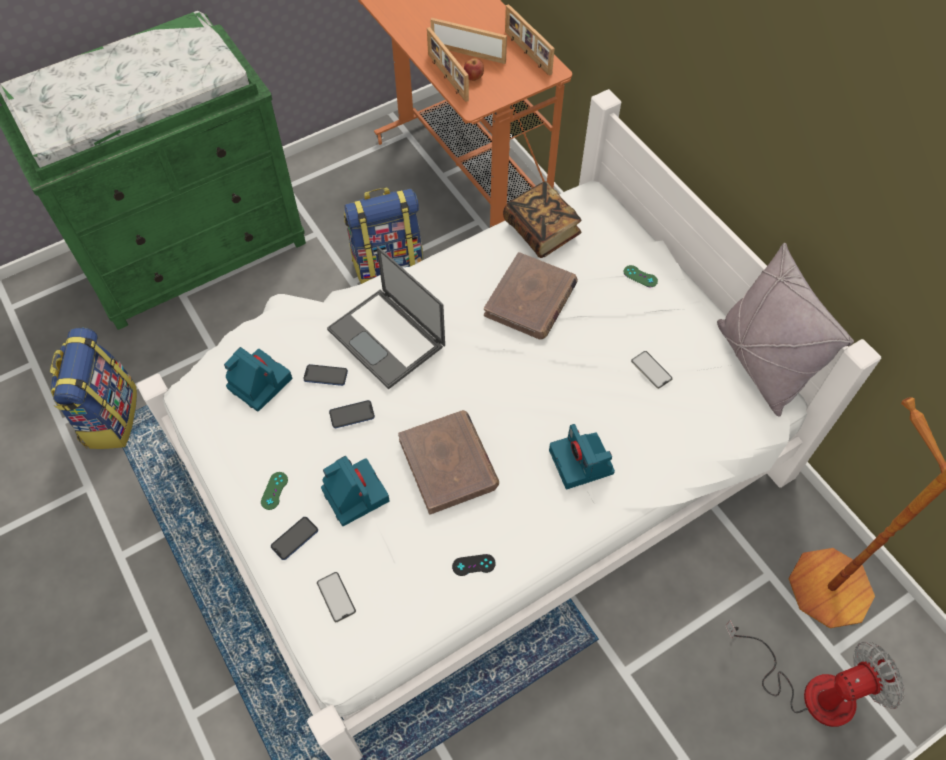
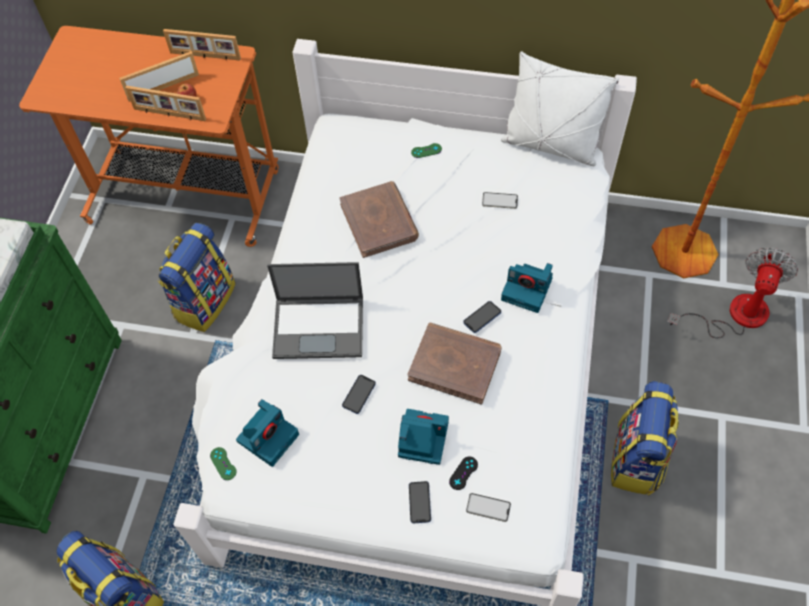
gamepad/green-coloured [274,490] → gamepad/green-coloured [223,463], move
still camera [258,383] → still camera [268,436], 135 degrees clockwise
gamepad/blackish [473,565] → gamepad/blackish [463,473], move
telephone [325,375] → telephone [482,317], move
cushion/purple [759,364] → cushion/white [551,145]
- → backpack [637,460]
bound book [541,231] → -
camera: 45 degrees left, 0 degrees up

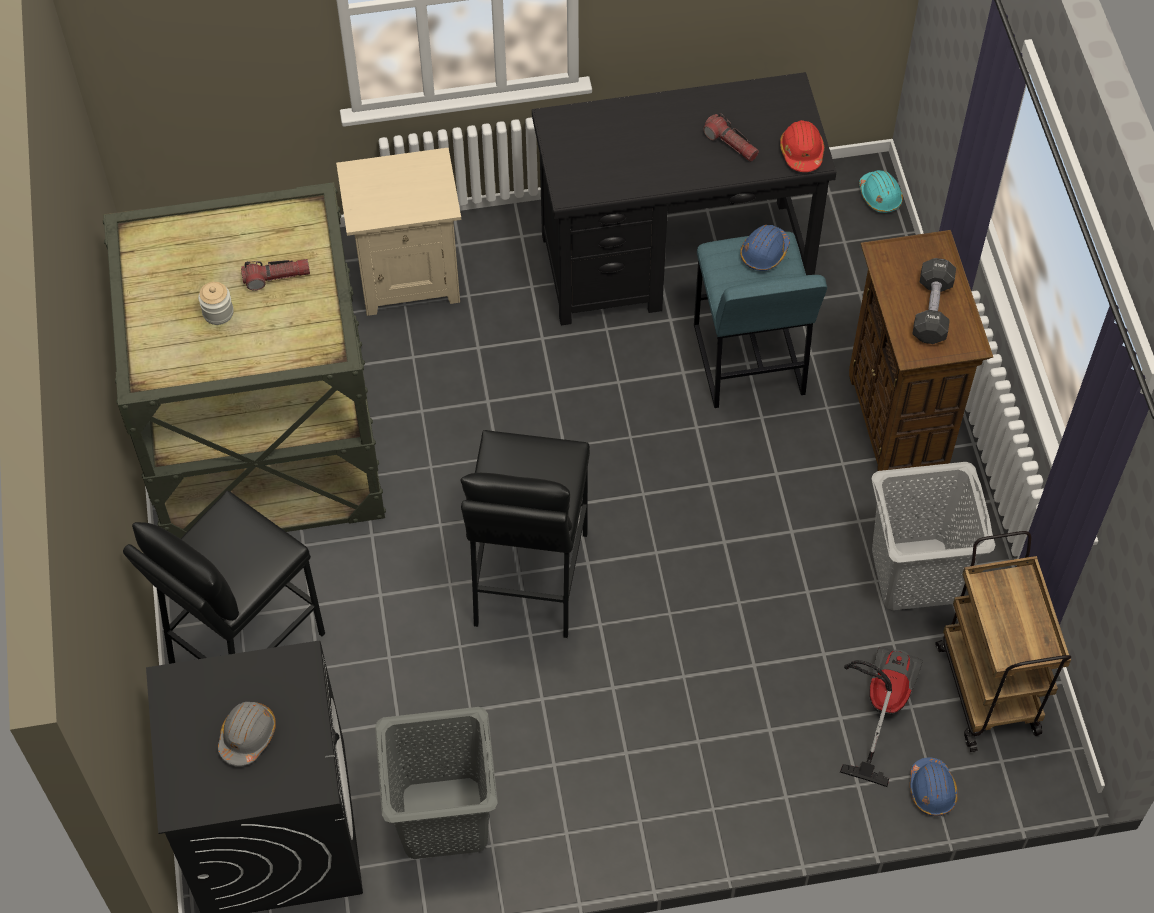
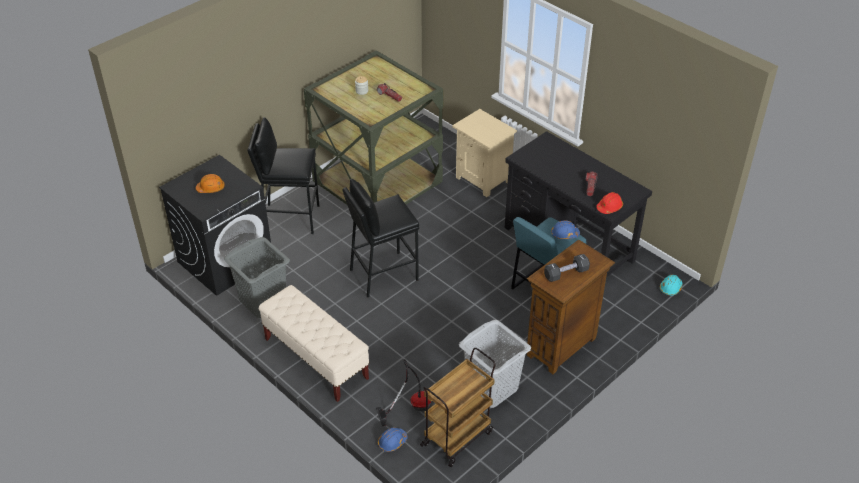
safety helmet/greyish [247,736] → safety helmet/orange-coloured [211,188]
- → long seat/sand-coloured [316,359]
camera: 55 degrees right, 15 degrees down

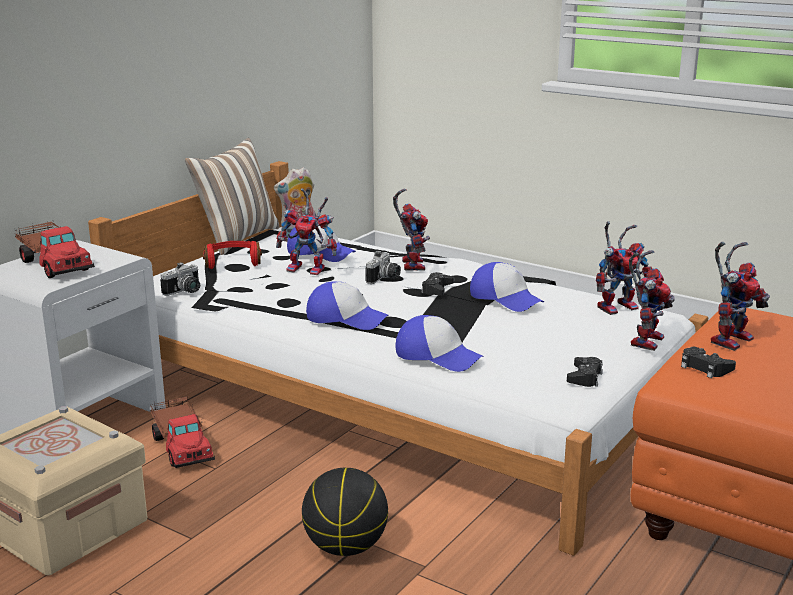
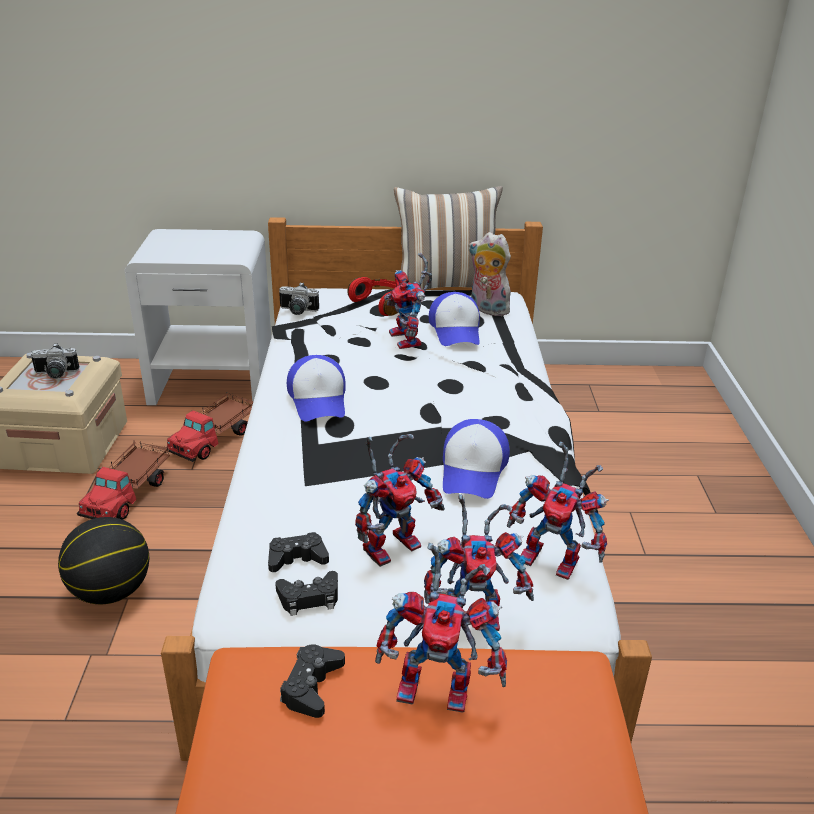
still camera [385,278] → still camera [55,374], move
toy lorry [55,264] → toy lorry [129,494], move
gamepad/blackish [437,289] → gamepad/blackish [297,558], move
model robot [410,264] → model robot [393,543], move
peaked cap [437,356] → -
camera: 55 degrees right, 10 degrees up

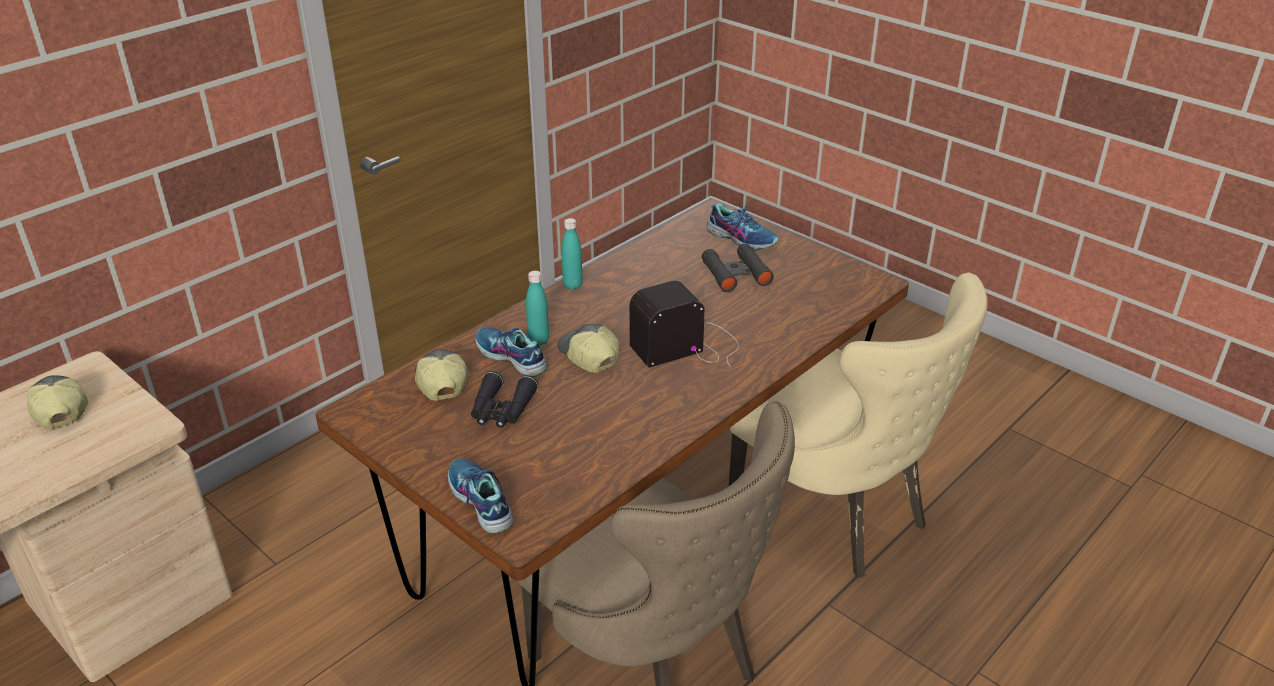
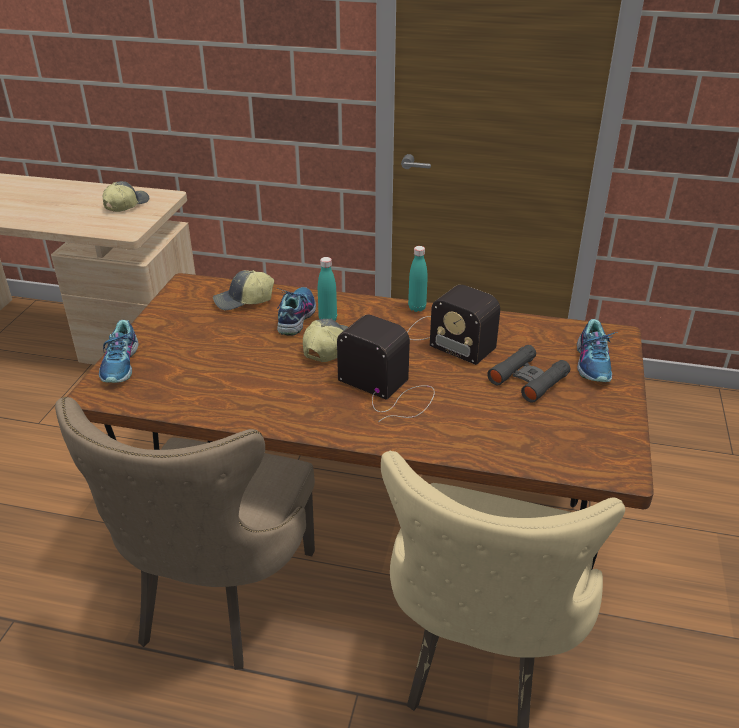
item of footwear [479,502] → item of footwear [121,364], 150 degrees clockwise
peaked cap [440,382] → peaked cap [244,301], 150 degrees counterclockwise
- → radio [447,338]
field glasses/blackish [501,410] → -
camera: 60 degrees right, 0 degrees up

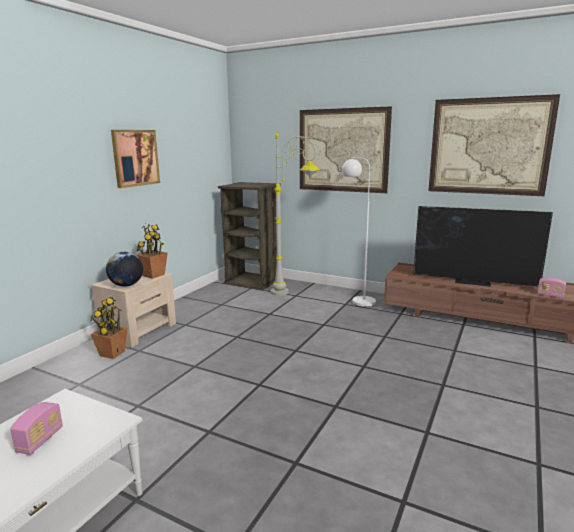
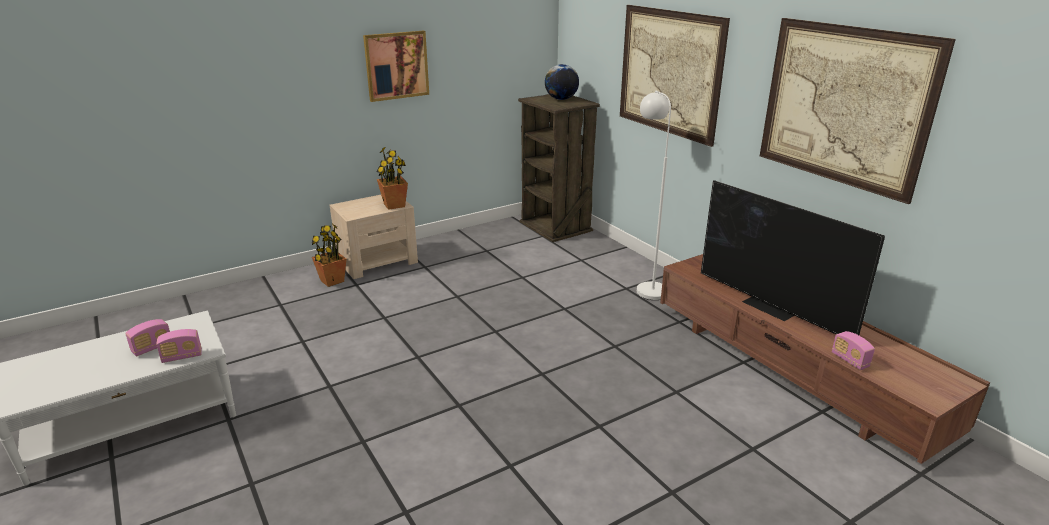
- → radio [182,357]
world globe [126,285] → world globe [561,99], move
floor lamp/greyish [294,293] → -
camera: 30 degrees right, 10 degrees up

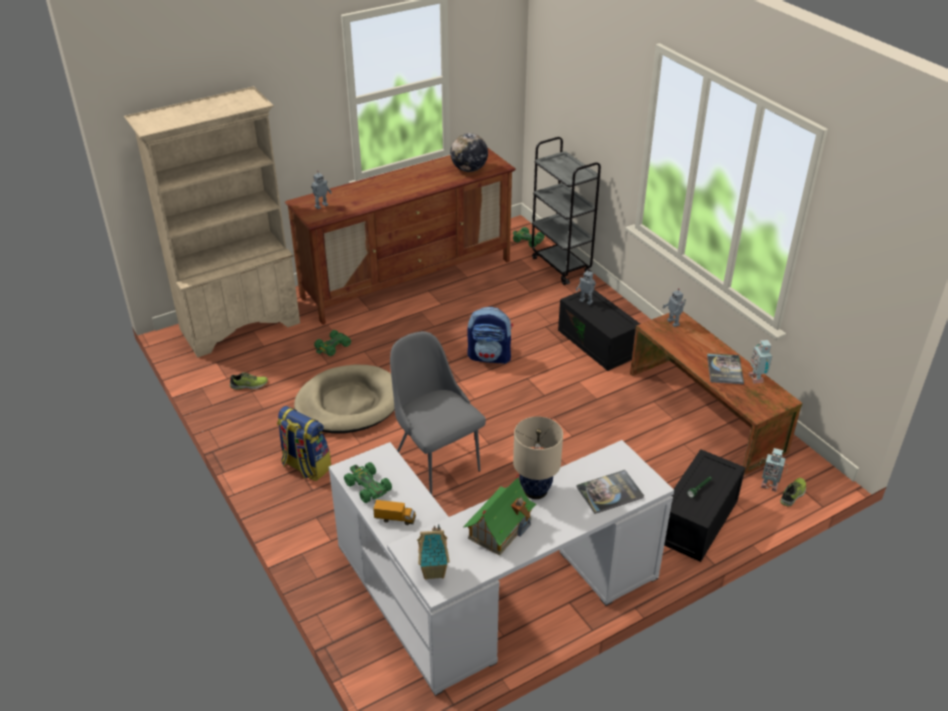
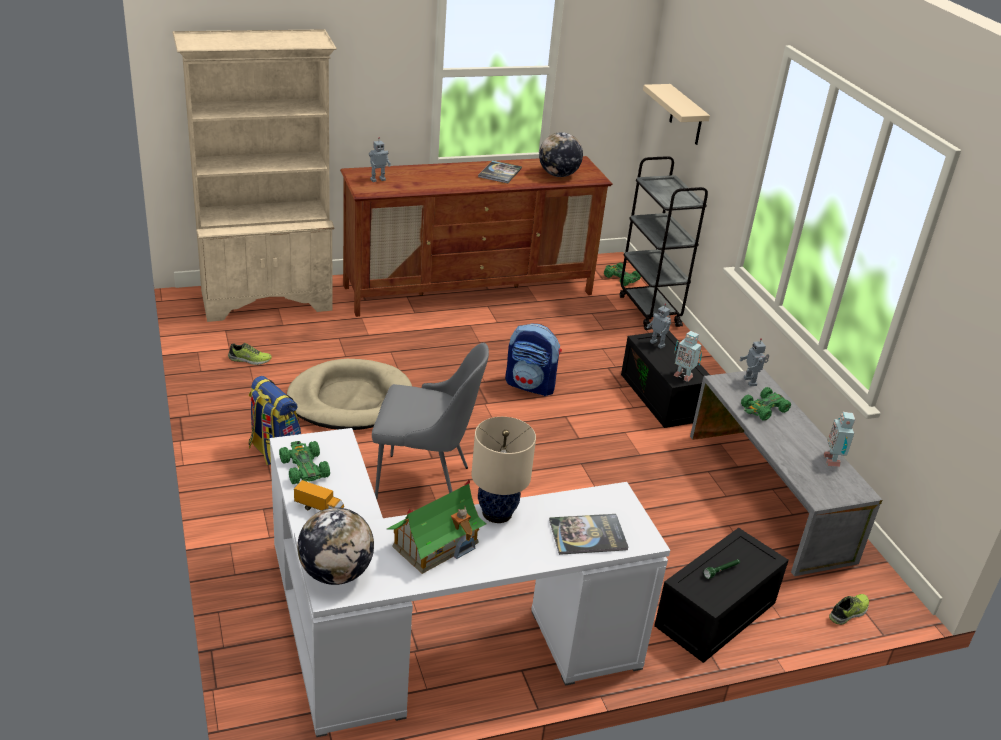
model house [434,571] → world globe [336,573]
plain chair/greyish [436,463] → plain chair/greyish [423,482], 120 degrees clockwise
bound book [724,369] → bound book [500,173], move
- → bracket shelf/sand-coloured [686,116]
model robot [768,485] → model robot [683,375], move
long seat/brownish [707,411] → long seat/greyish [771,496]
model car/green-coloured [332,347] → model car/green-coloured [764,409], move
camera: 10 degrees right, 5 degrees down

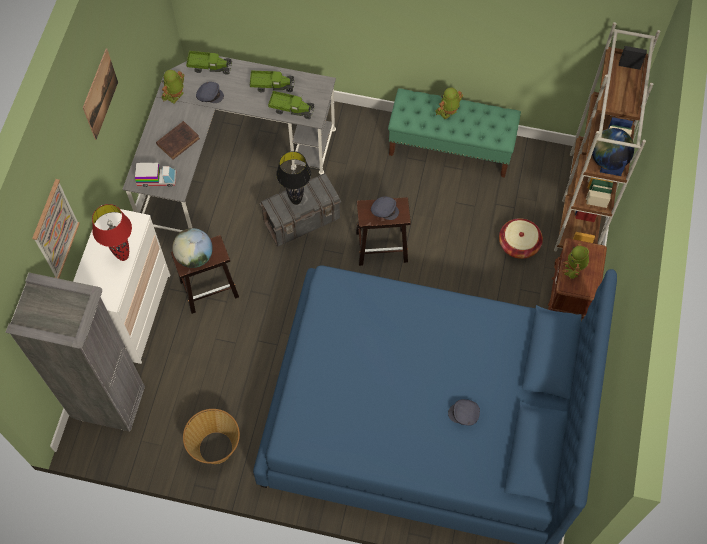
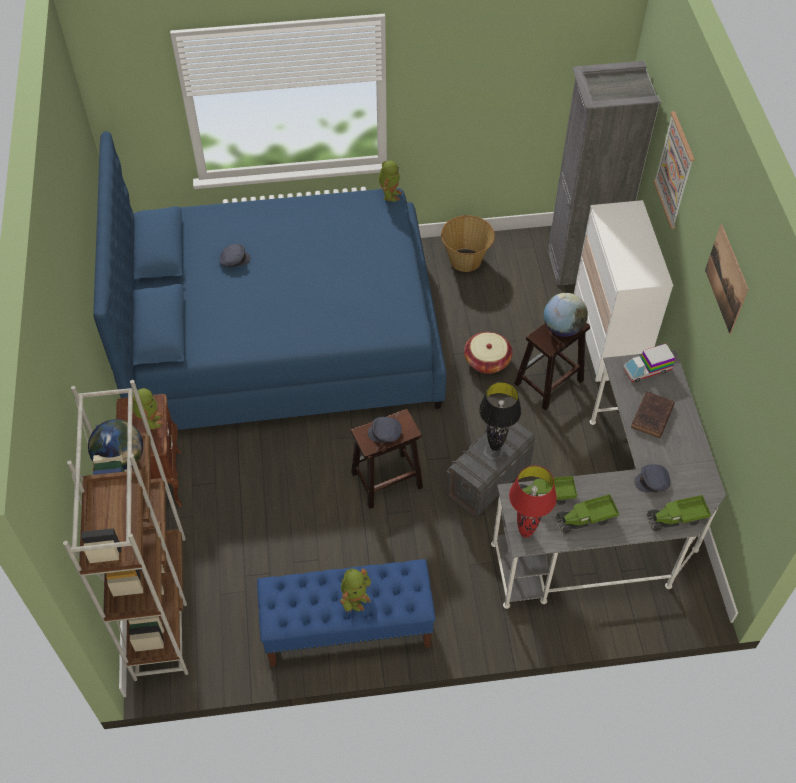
long seat/green-coloured [451,148] → long seat/blue [347,629]
model robot [175,96] → model robot [390,194], move
household basket [519,244] → household basket [487,361], move
tabletop lamp/reddish [123,256] → tabletop lamp/reddish [526,532], move
camera: 160 degrees right, 10 degrees down

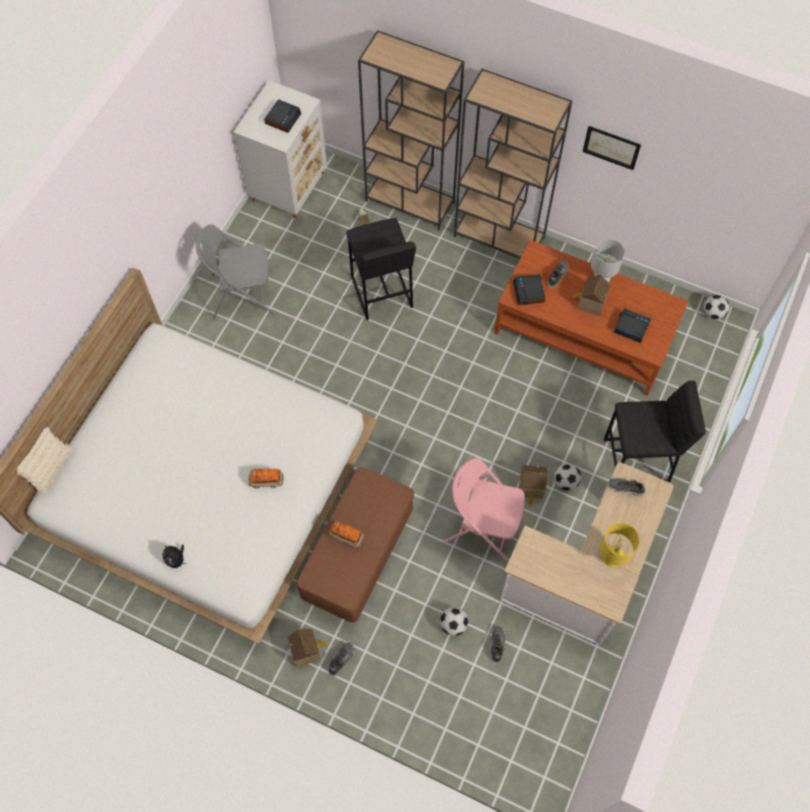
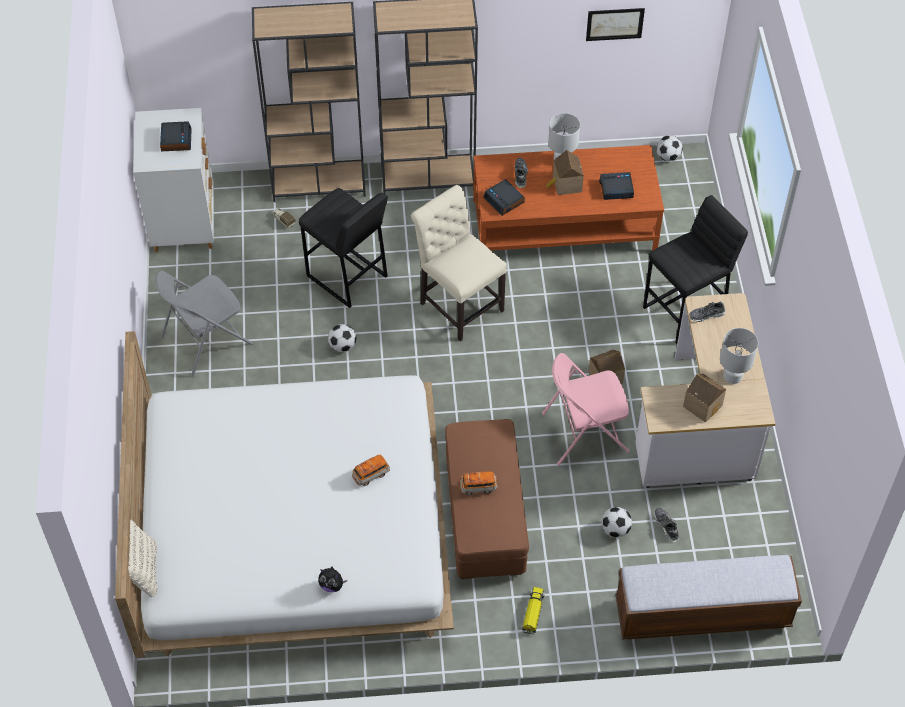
ball for football [565,482] → ball for football [342,346], move
- → plain chair/sand-coloured [458,303]
item of footwear [341,660] → toy lorry [533,613]
wall art [611,147] → wall art [614,24], move
- → long seat [702,613]
model house [306,649] → model house [703,404], move
tabletop lamp/yellow-coloured [611,558] → tabletop lamp/greyish [733,376]
camera: 30 degrees left, 10 degrees down

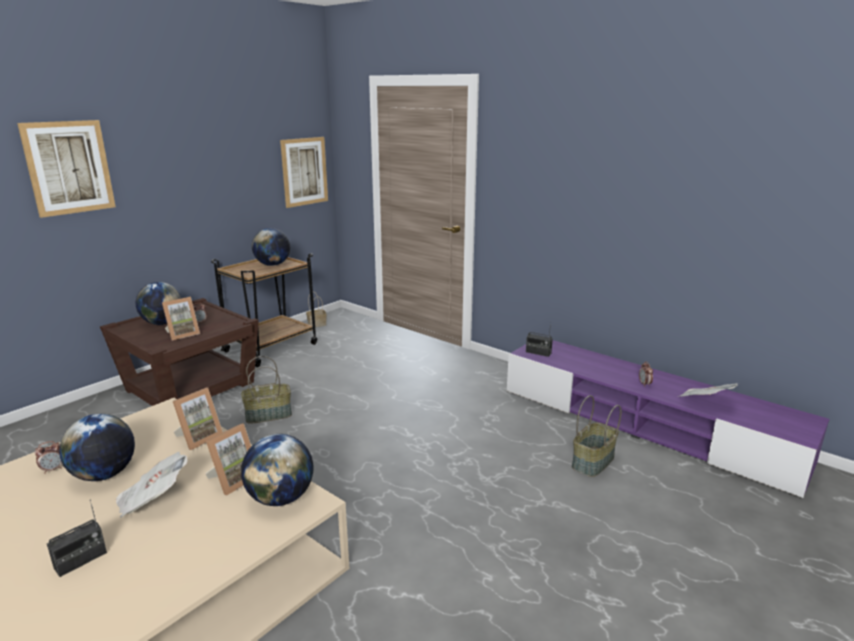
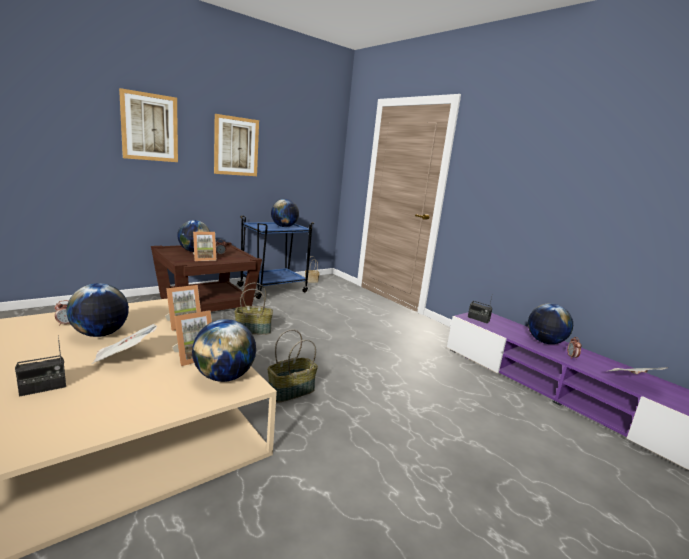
wall art [304,171] → wall art [236,146], move
cart/brownish [272,347] → cart/blue [273,289]
household basket [593,462] → household basket [291,392], move
- → world globe [545,342]
camera: 10 degrees right, 5 degrees down

